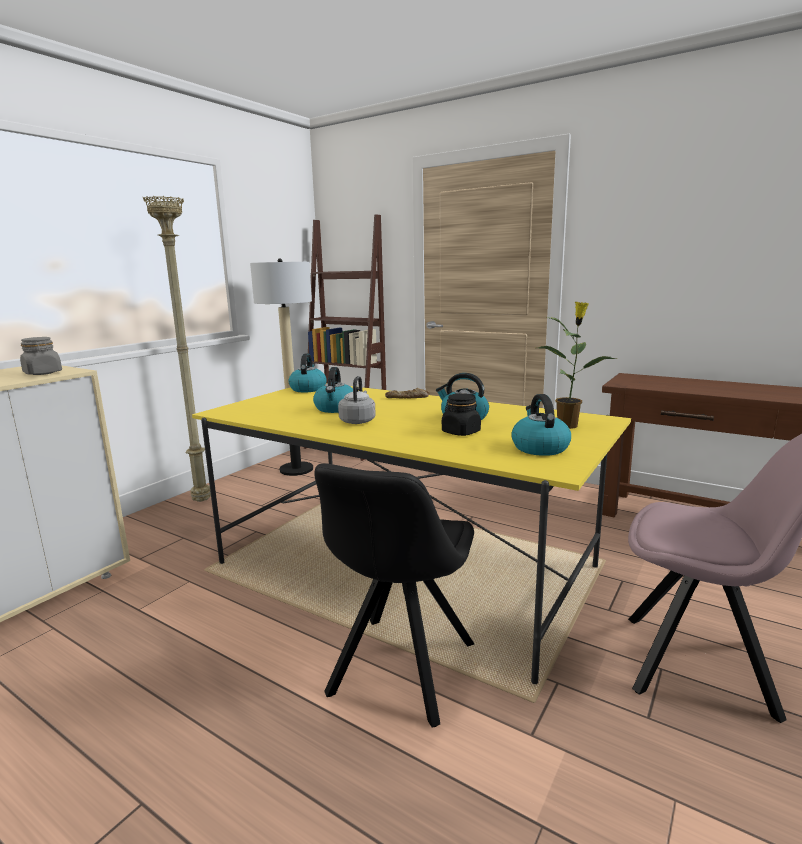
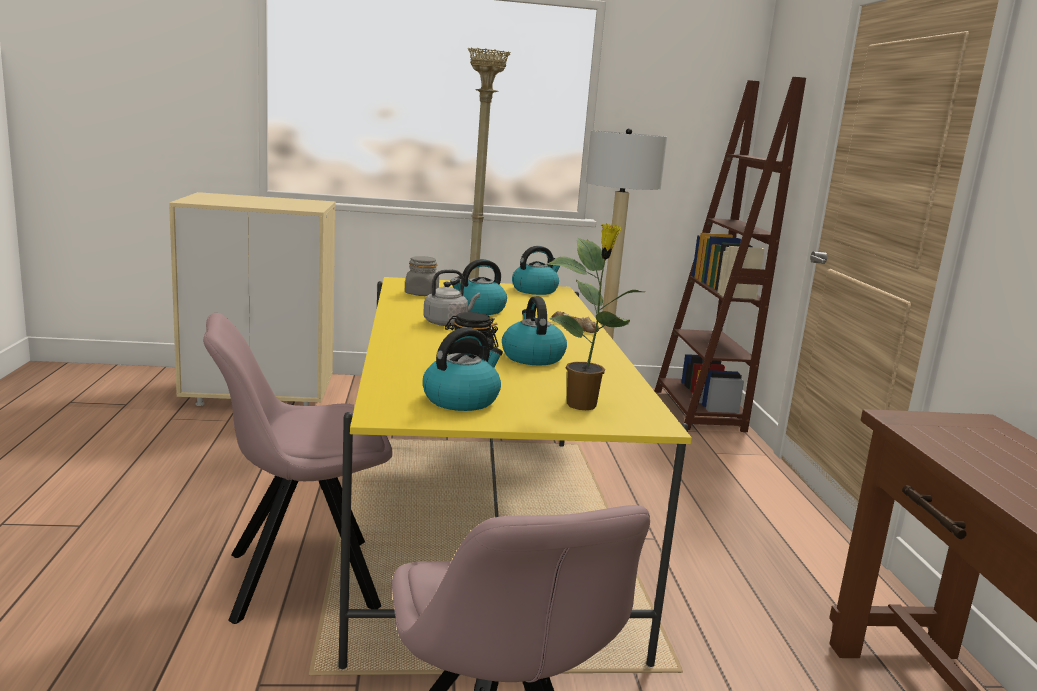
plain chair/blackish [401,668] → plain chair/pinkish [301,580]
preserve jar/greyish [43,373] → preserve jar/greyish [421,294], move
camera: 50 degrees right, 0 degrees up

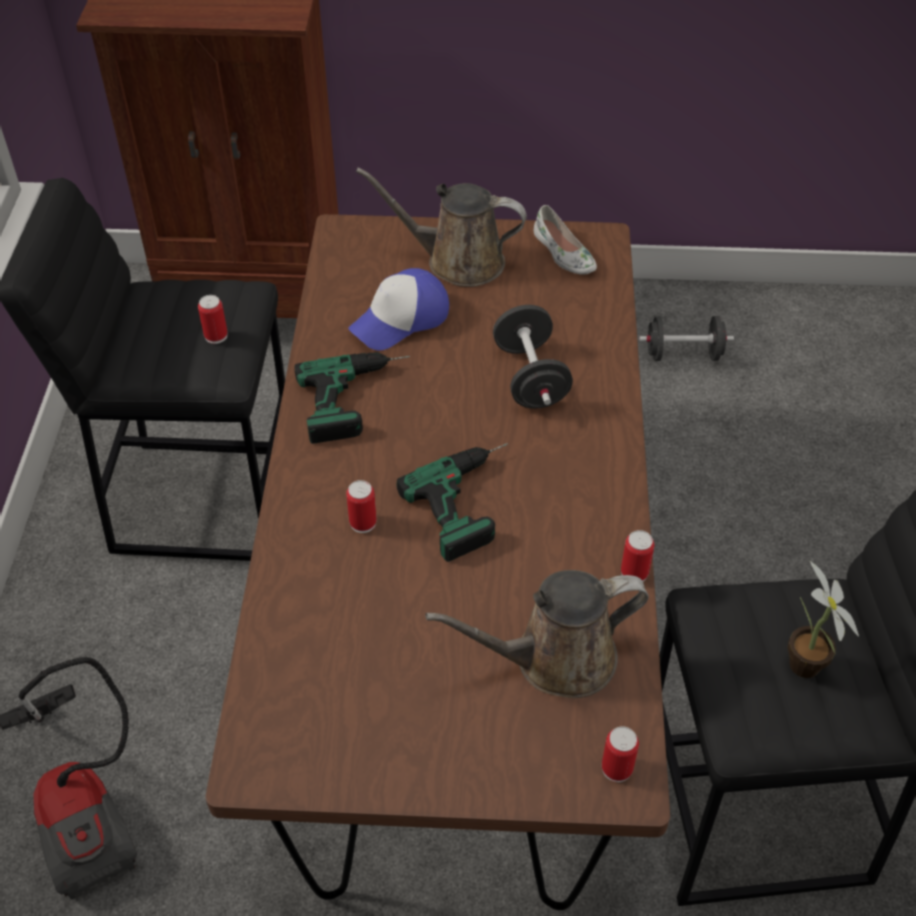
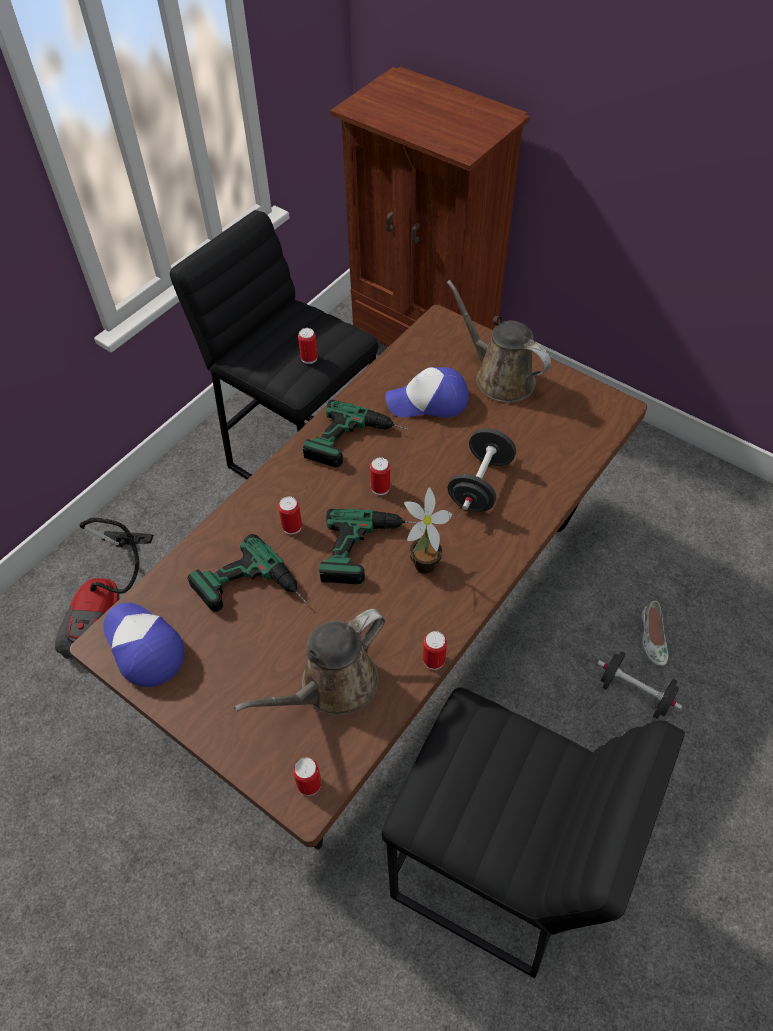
- → peaked cap [143,647]
- → power drill [252,593]
sprinkling can/brownish [555,659] → sprinkling can/brownish [332,686], 60 degrees counterclockwise
- → can [380,488]
plant in a pot [804,670] → plant in a pot [422,567], move
hand weight/blackish [683,354] → hand weight/blackish [634,693], move
item of footwear/white [563,253] → item of footwear/white [652,638], move
camera: 35 degrees right, 5 degrees up

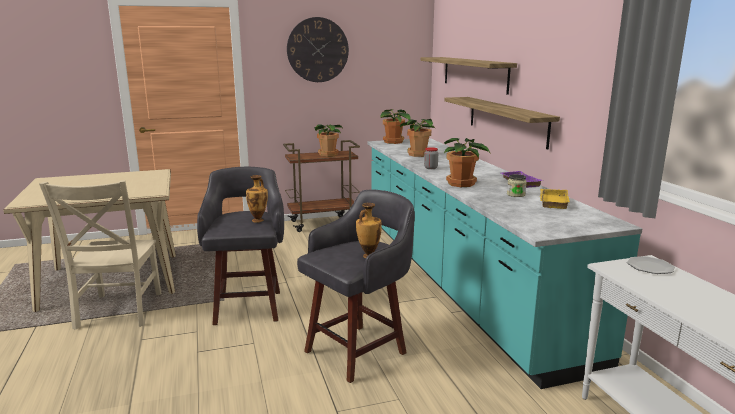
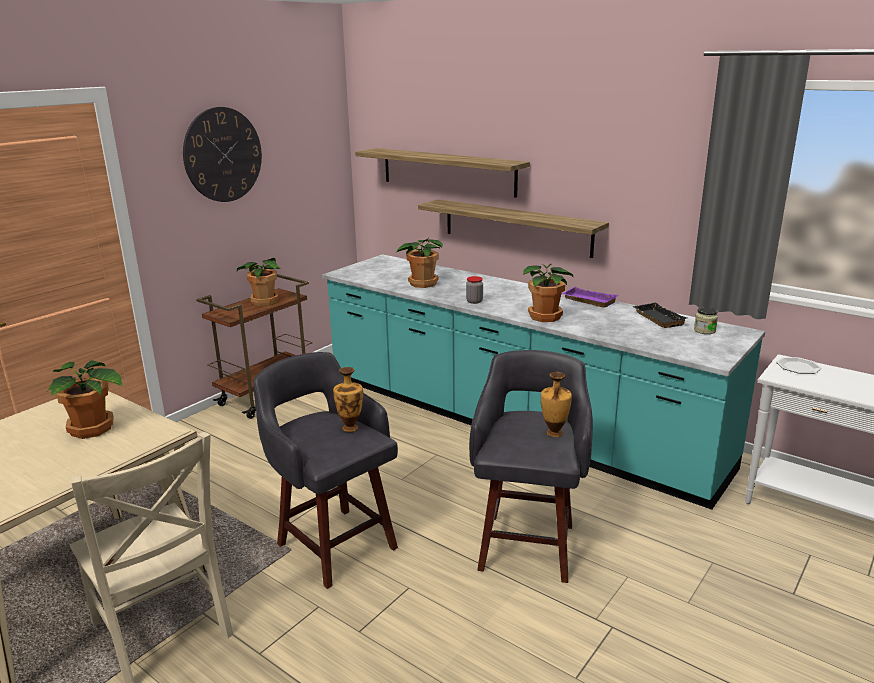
plant in a pot [393,142] → plant in a pot [92,429], move
carrying tray/yellow-coloured [552,201] → carrying tray/blackish [656,319]
preserve jar [516,194] → preserve jar [704,330], move
camera: 35 degrees left, 5 degrees up

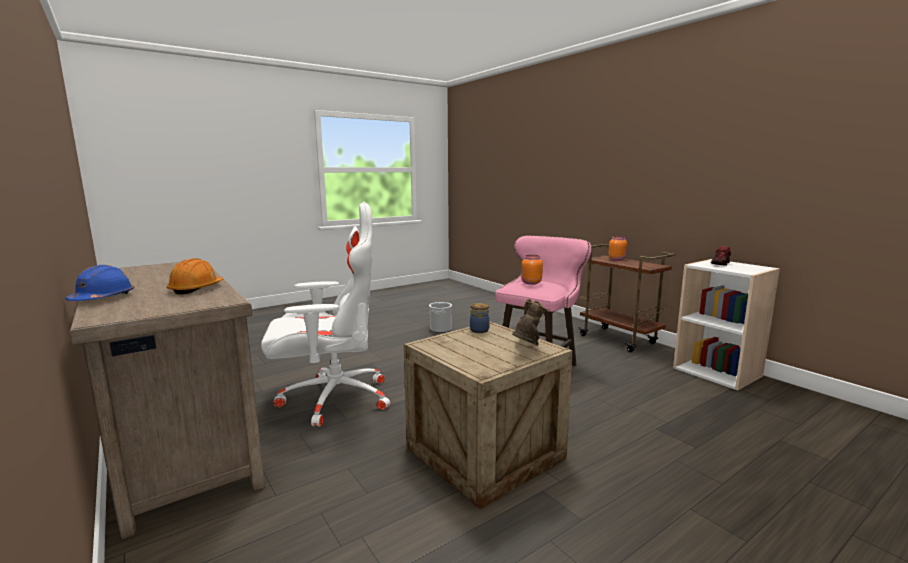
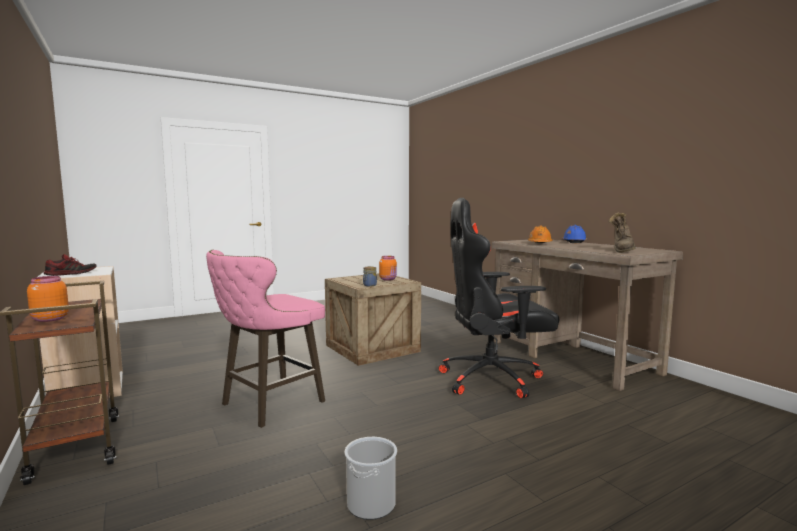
preserve jar/orange-coloured [530,283] → preserve jar/orange-coloured [388,279], move
office chair/white [328,400] → office chair/blackish [497,379]
boot/brownish [527,349] → boot/brownish [622,251], move
camera: 175 degrees left, 5 degrees down

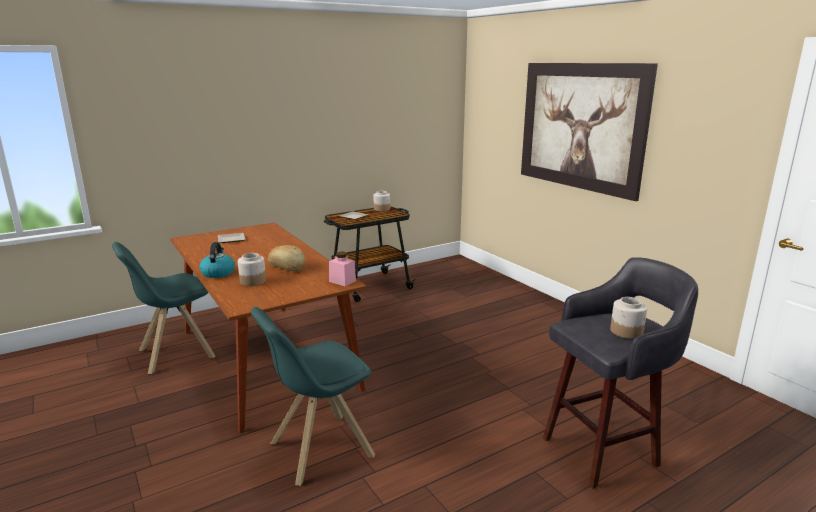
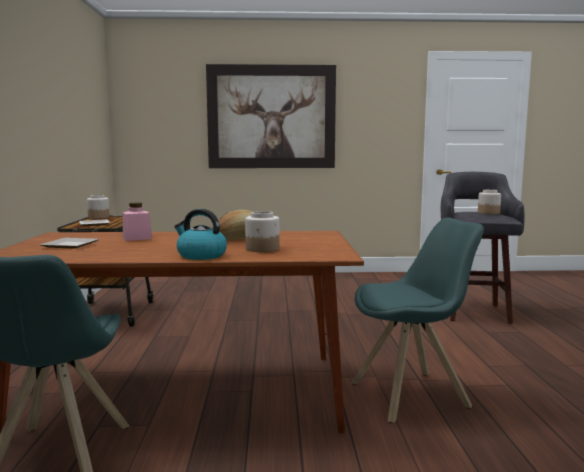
preserve jar/pinkish [342,281] → preserve jar/pinkish [137,238], move
plain chair/turquoise [320,449] → plain chair/turquoise [410,395], 105 degrees counterclockwise
camera: 60 degrees left, 10 degrees down

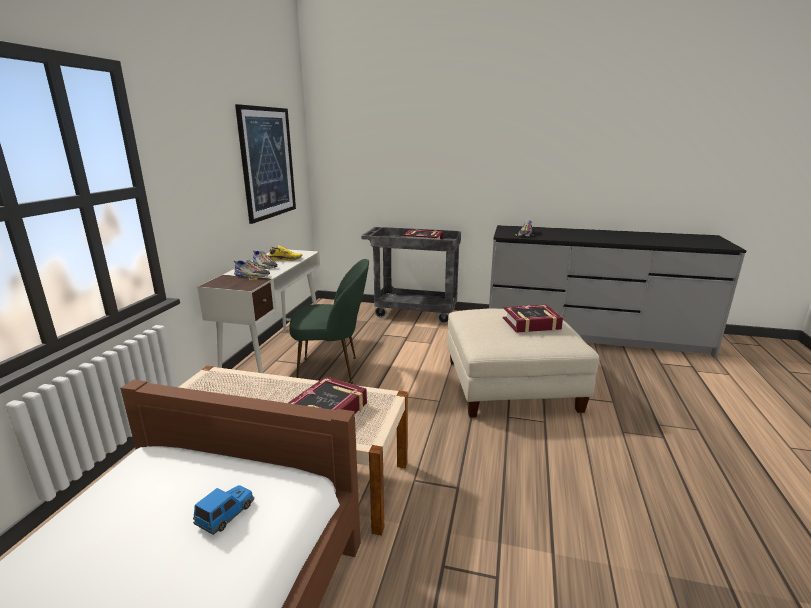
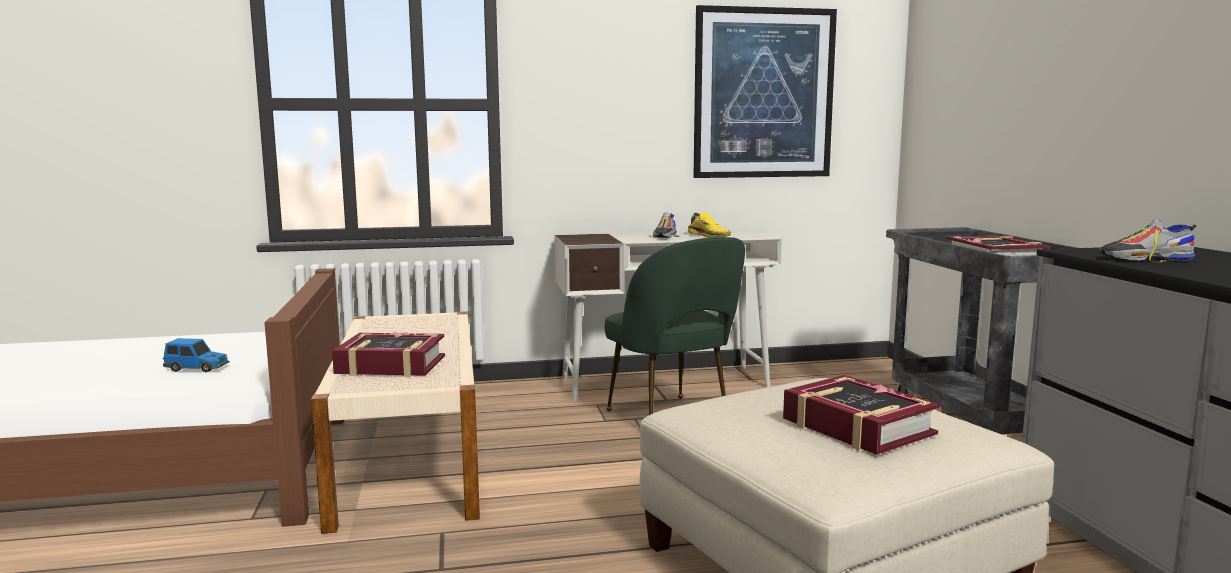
item of footwear [252,275] → -
camera: 65 degrees right, 10 degrees down

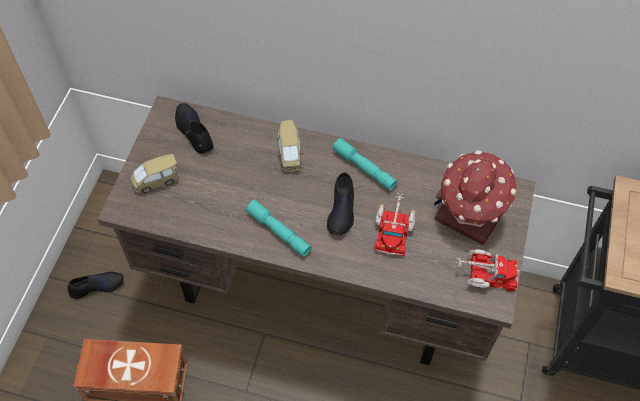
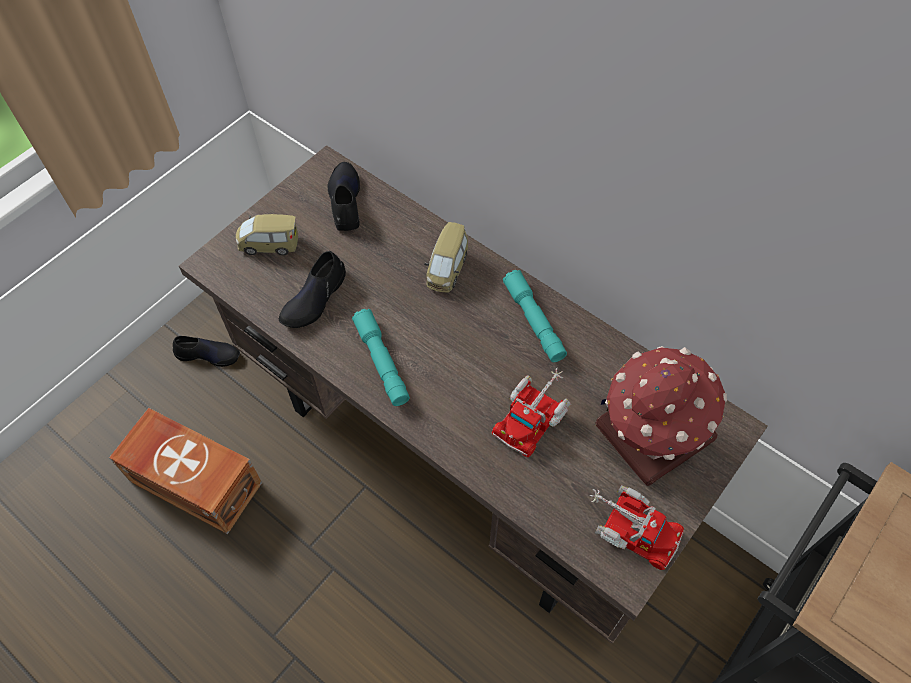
item of footwear/blackish [341,209] → item of footwear/blackish [314,299], move
camera: 25 degrees right, 0 degrees up

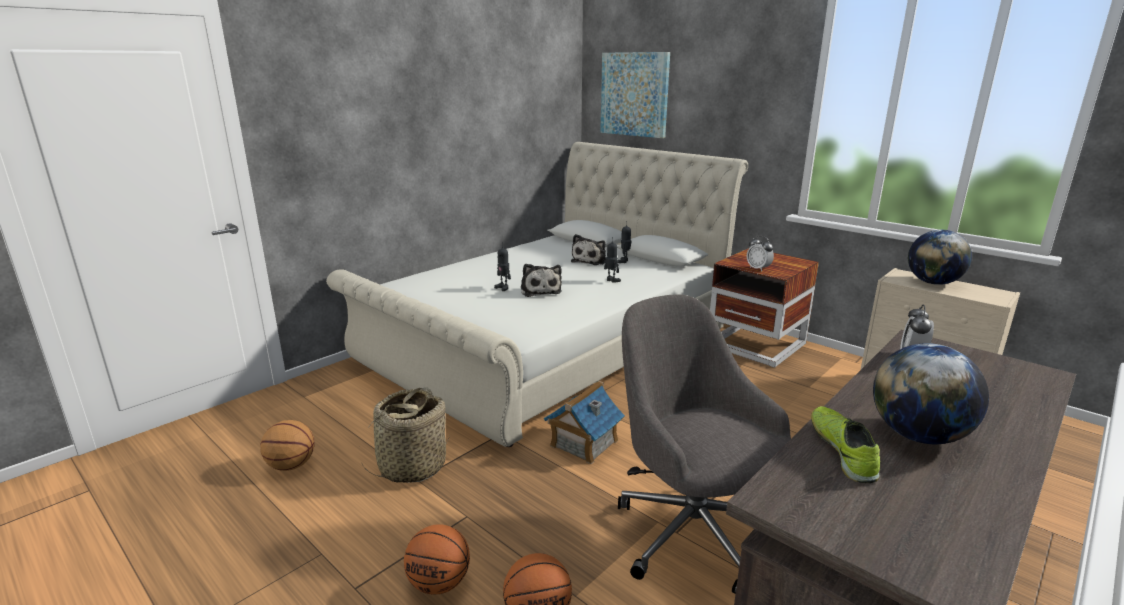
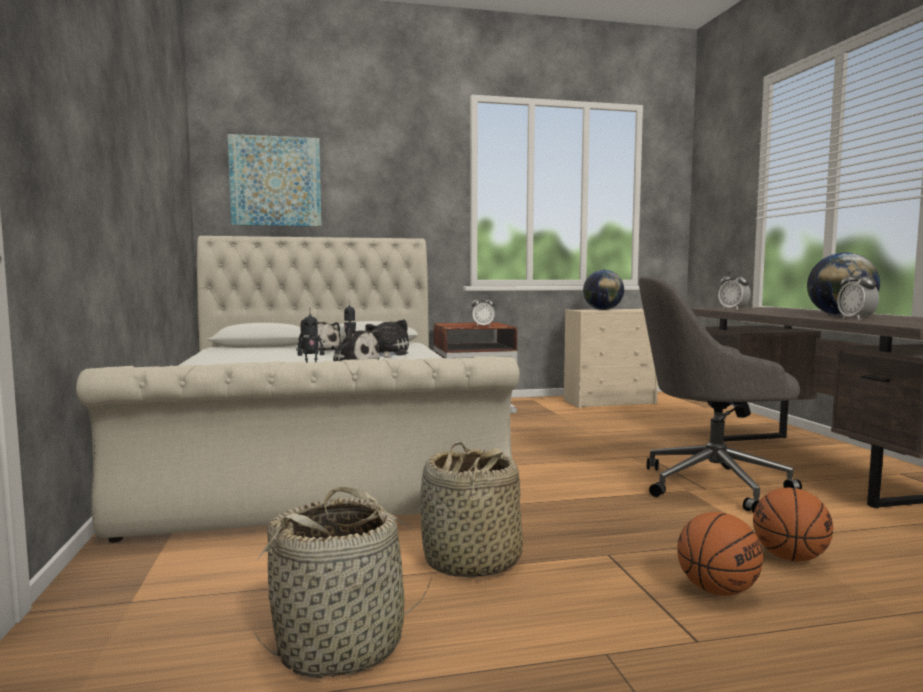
basketball [291,466] → household basket [342,645]
model robot [611,281] → plush toy [386,354]
item of footwear [842,451] → bedside clock [856,319]
model house [583,443] → -
camera: 55 degrees left, 15 degrees down

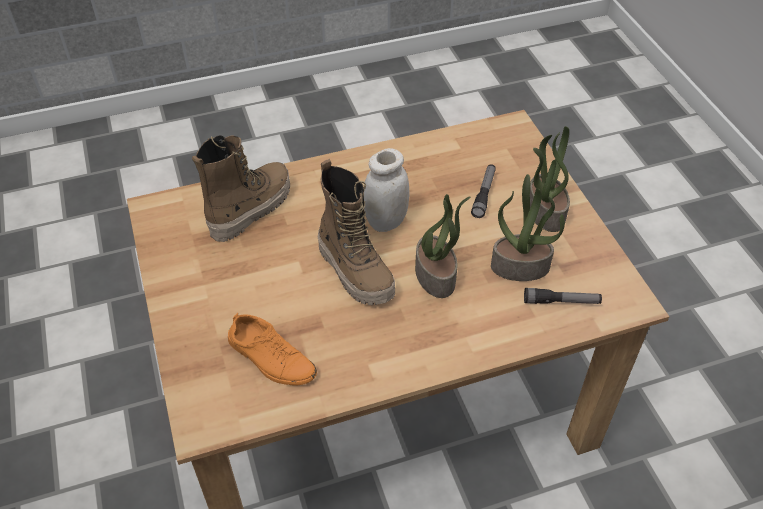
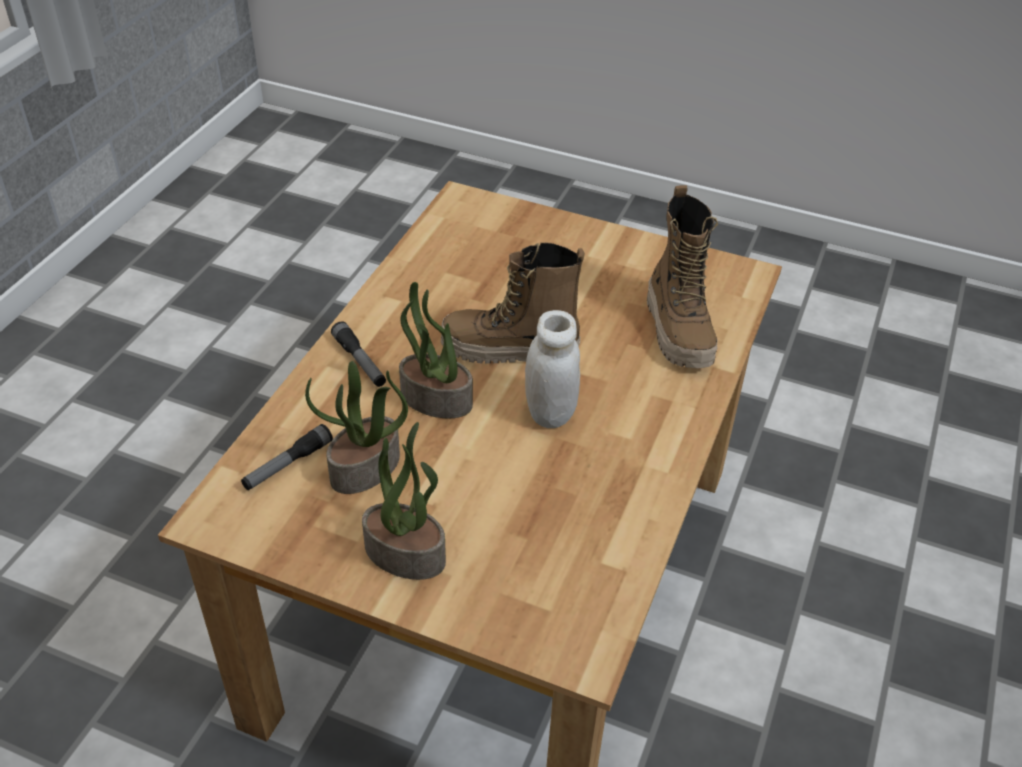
flashlight [484,194] → flashlight [360,361], move
item of footwear/orange-coloured [271,358] → -
camera: 130 degrees right, 5 degrees down

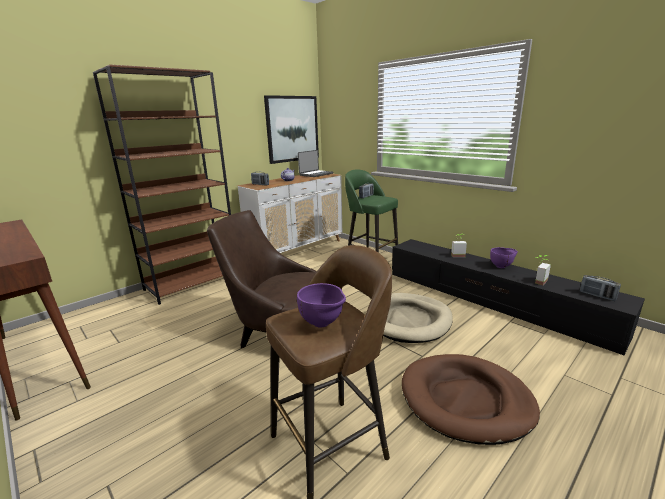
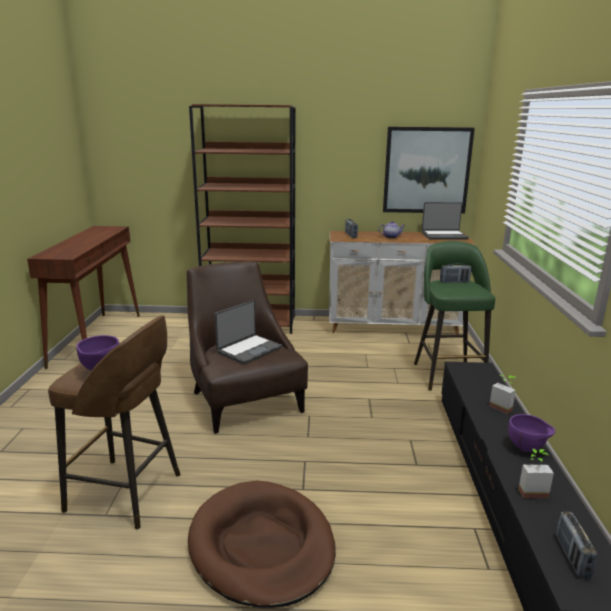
- → notebook computer [248,350]
dog cushion/sand-coloured [409,320] → -
camera: 45 degrees right, 0 degrees up

